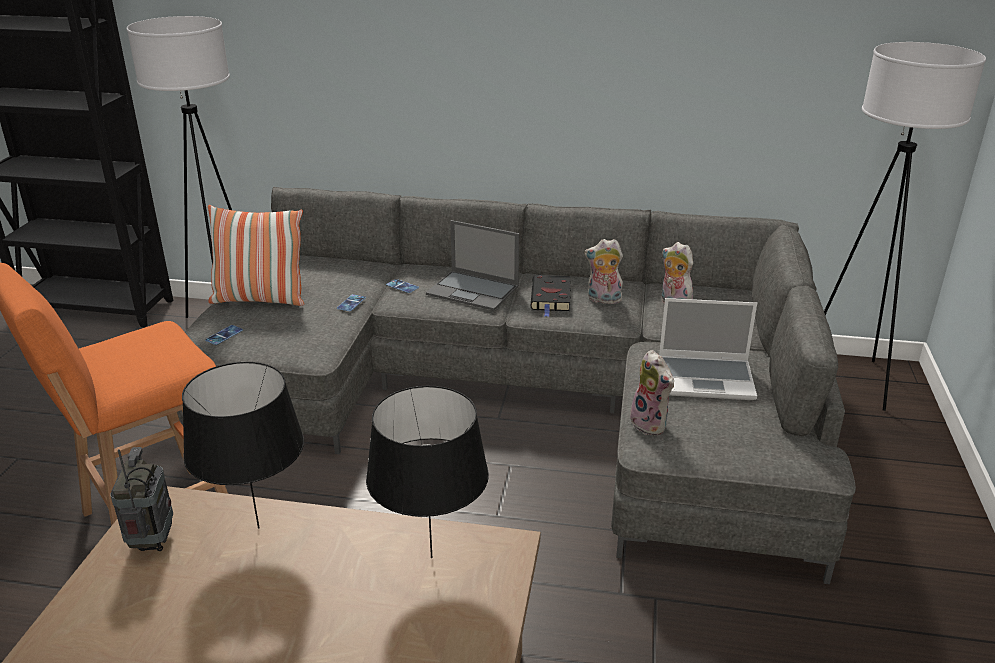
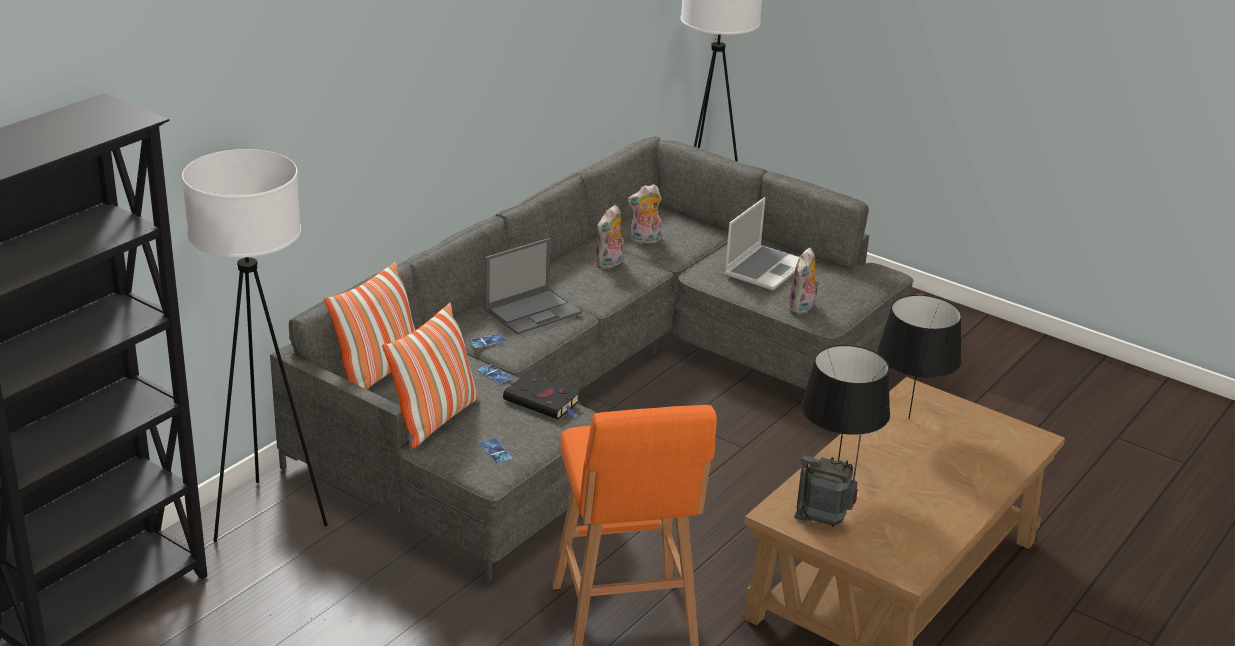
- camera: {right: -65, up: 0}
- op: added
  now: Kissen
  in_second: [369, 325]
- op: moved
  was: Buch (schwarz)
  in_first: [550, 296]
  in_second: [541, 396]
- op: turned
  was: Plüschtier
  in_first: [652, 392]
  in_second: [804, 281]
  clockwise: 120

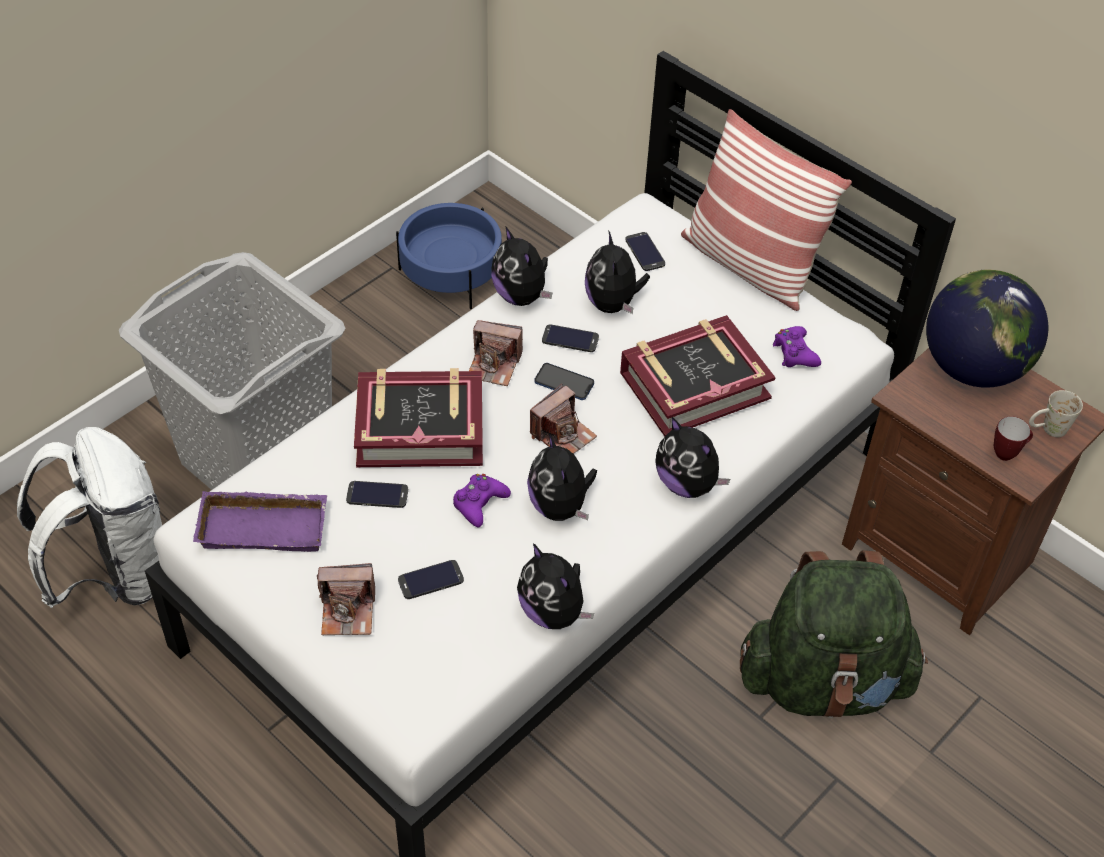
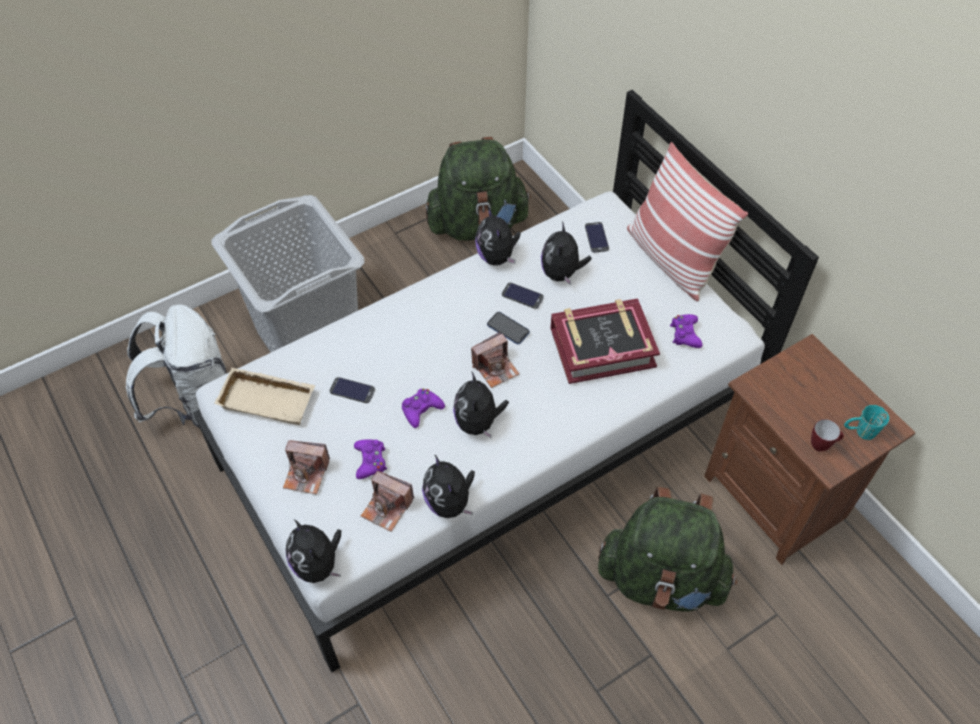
- camera: {right: 15, up: 5}
- op: recoloured
  was: Tablett (lila)
  now: Tablett (beige)
  in_first: [260, 521]
  in_second: [264, 396]
- op: moved
  was: Plüschtier
  in_first: [693, 457]
  in_second: [313, 551]
- op: replaced
  was: Handy
  now: Gamepad (lila)
  in_first: [431, 579]
  in_second: [370, 459]
- op: moved
  was: Kamera
  in_first: [496, 353]
  in_second: [387, 501]
- op: replaced
  was: Pflanzkübel (blau)
  now: Rucksack (grün)
  in_first: [449, 256]
  in_second: [478, 189]
- op: recoloured
  was: Henkelbecher (weiß)
  now: Henkelbecher (türkis)
  in_first: [1056, 413]
  in_second: [866, 422]
- op: removed
  was: Buch
  in_first: [418, 417]
- op: removed
  was: Globus
  in_first: [987, 328]

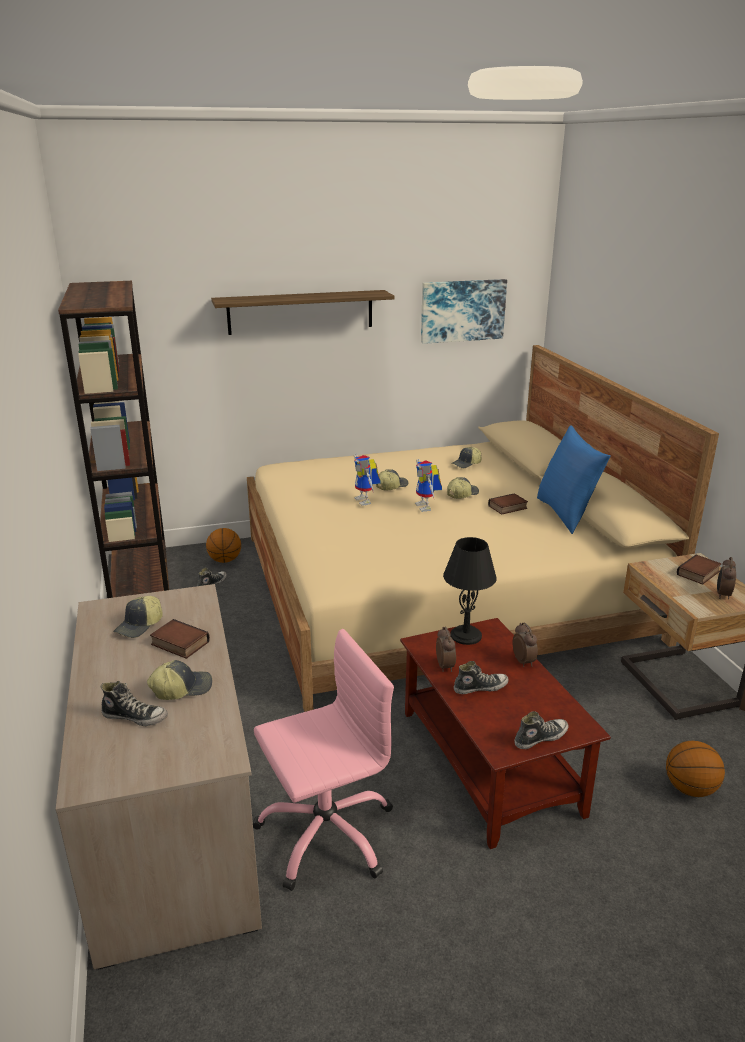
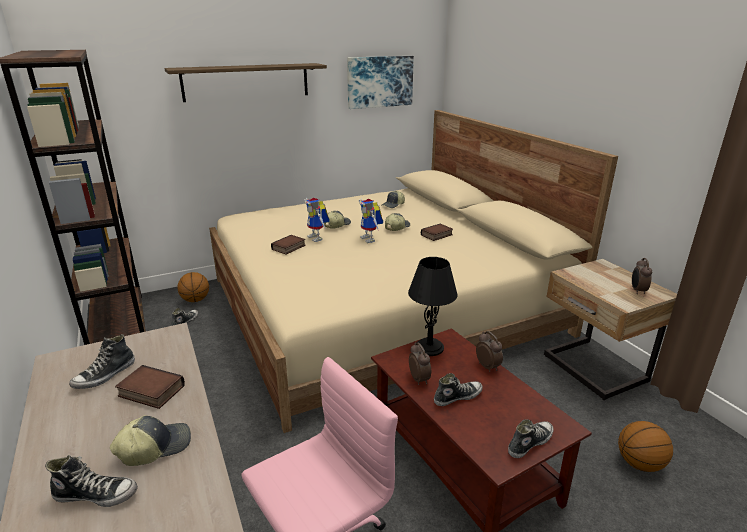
- camera: {right: -10, up: 0}
- op: replaced
  was: Kappe
  now: Schuh
  in_first: [138, 617]
  in_second: [102, 361]
- op: moved
  was: Buch
  in_first: [699, 570]
  in_second: [288, 244]
- op: removed
  was: Kissen (blau)
  in_first: [574, 479]

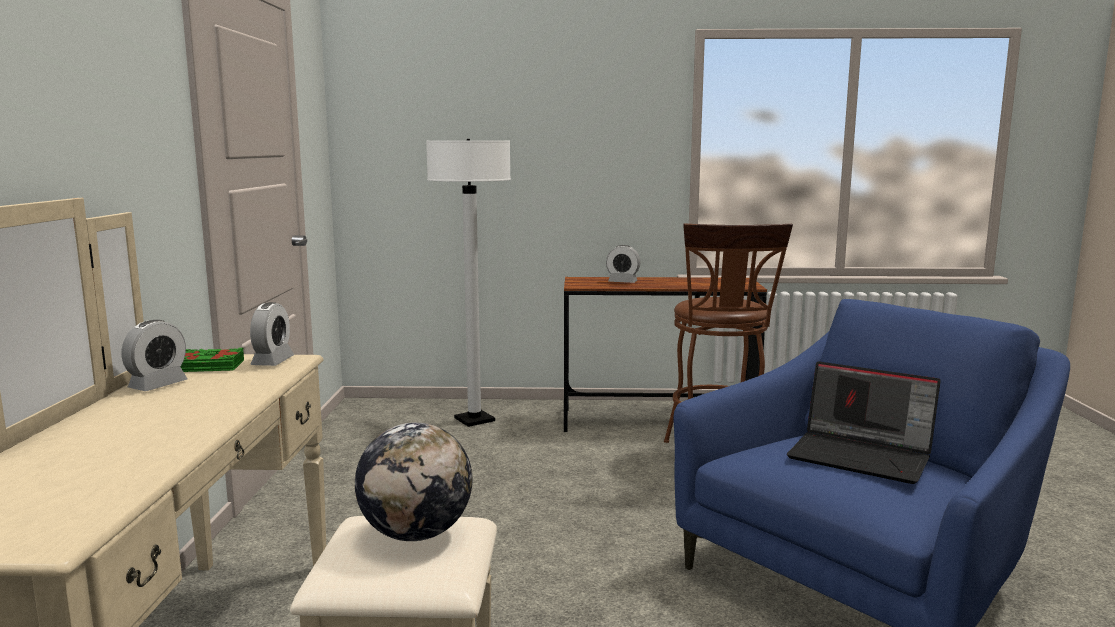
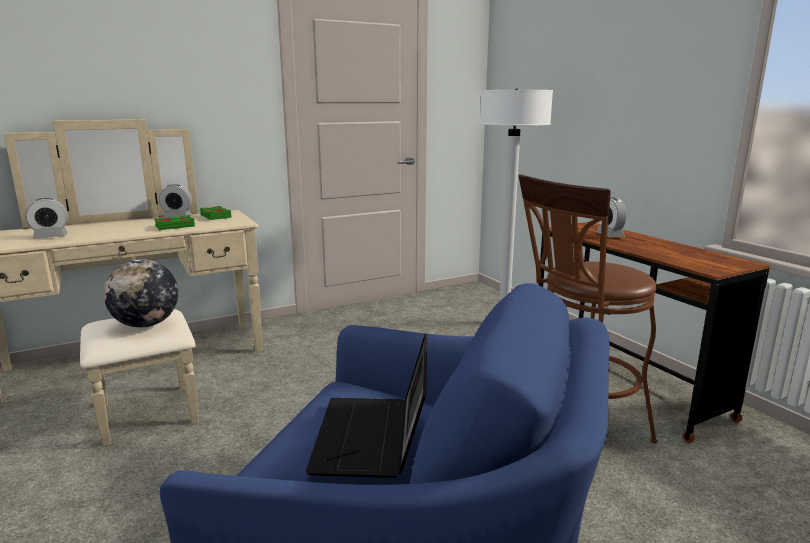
- camera: {right: 60, up: 5}
- op: moved
  was: Wecker
  in_first: [272, 334]
  in_second: [46, 218]
- op: added
  now: Buch (grün)
  in_second: [174, 222]

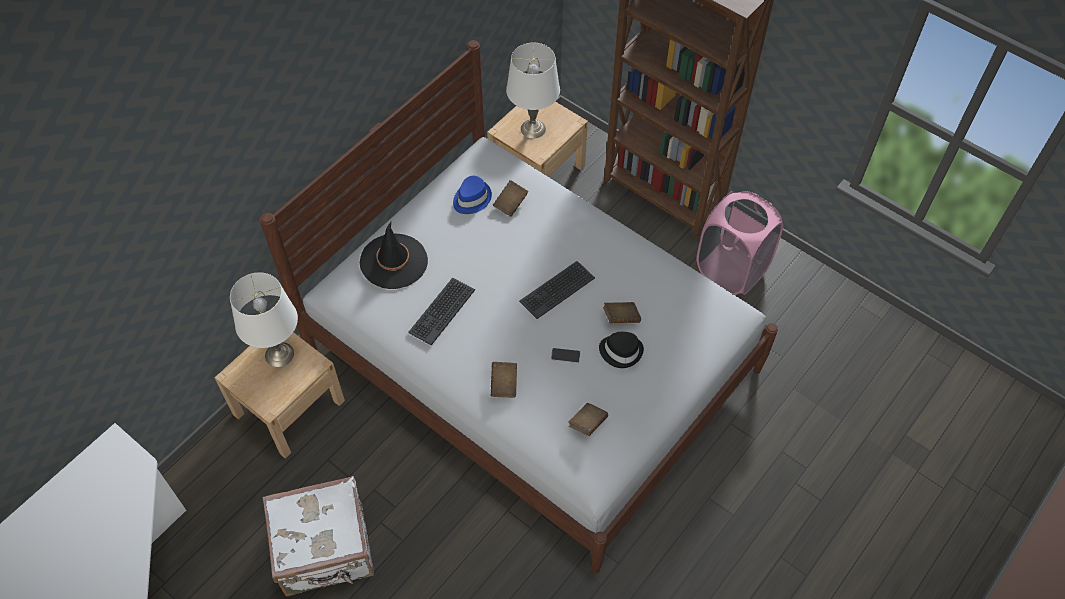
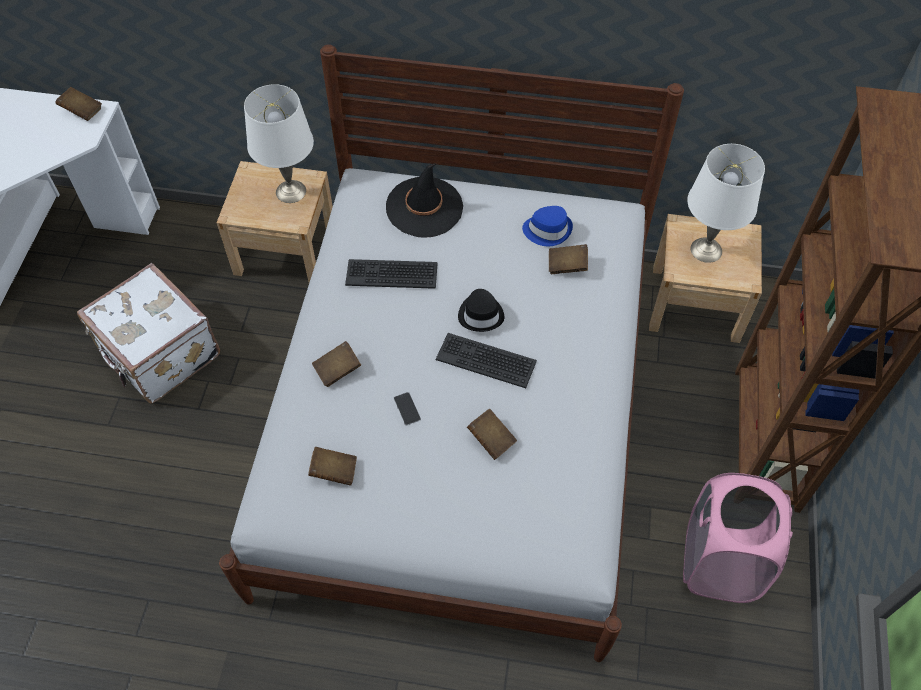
- camera: {right: 60, up: 0}
- op: added
  now: Buch (braun)
  in_second: [78, 104]
- op: moved
  was: Hut (schwarz)
  in_first: [621, 350]
  in_second: [481, 310]

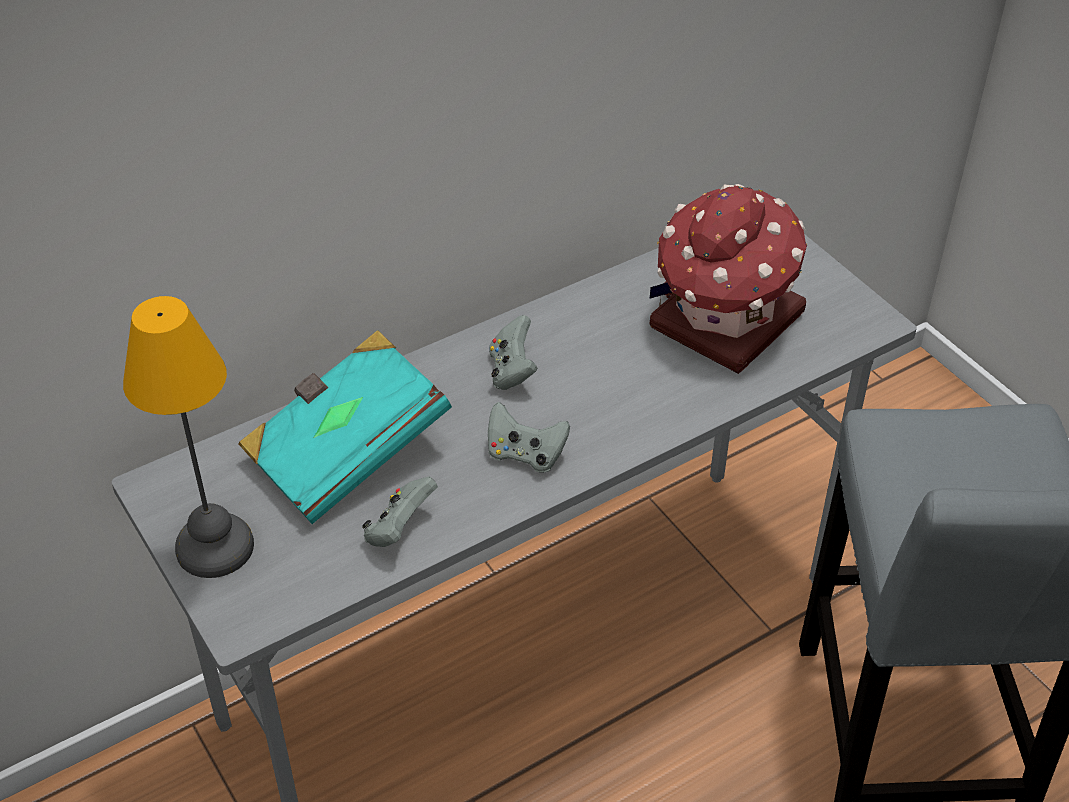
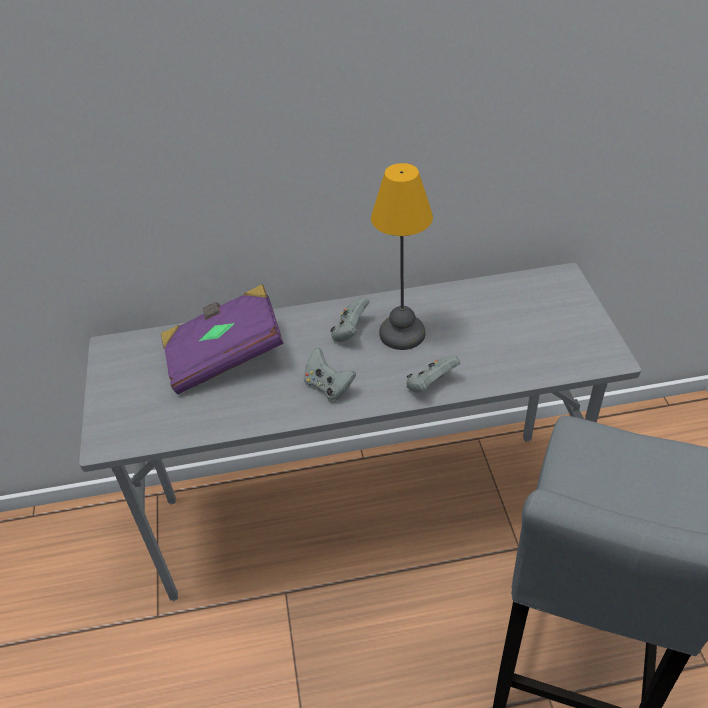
- camera: {right: 25, up: 0}
- op: recoloured
  was: Buch (türkis)
  now: Buch (lila)
  in_first: [345, 427]
  in_second: [222, 339]
- op: moved
  was: Tischlampe
  in_first: [188, 437]
  in_second: [402, 256]
- op: moved
  was: Gamepad (grau)
  in_first: [400, 512]
  in_second: [433, 374]
- op: removed
  was: Spielzeughaus
  in_first: [728, 279]

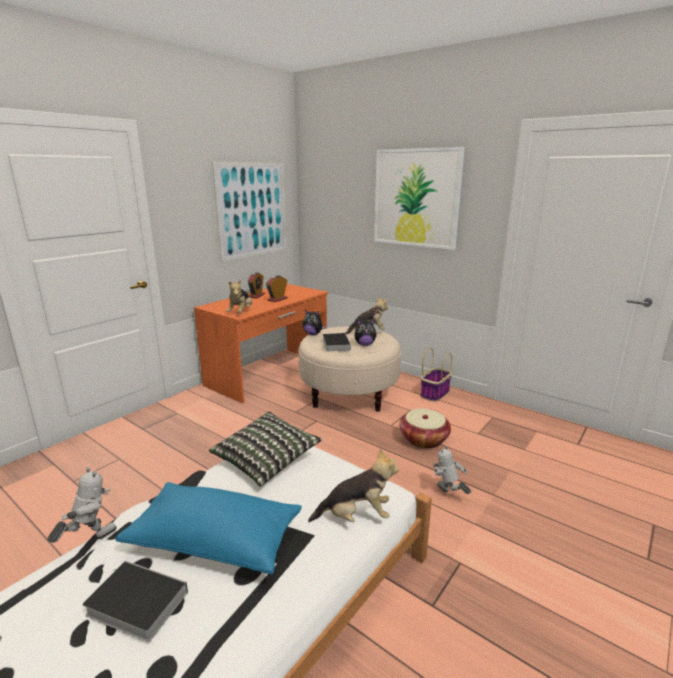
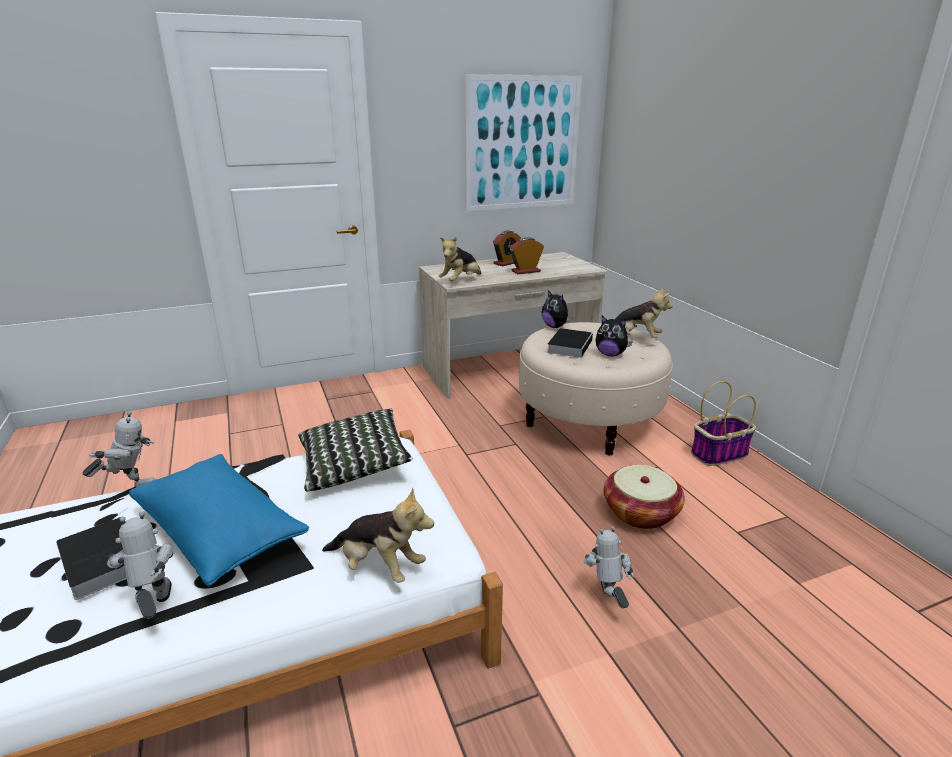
- camera: {right: 30, up: 5}
- op: added
  now: Spielzeugroboter
  in_second: [140, 565]
- op: recoloured
  was: Schreibtisch (orange)
  now: Schreibtisch (beige)
  in_first: [261, 344]
  in_second: [513, 325]
- op: removed
  was: Bild
  in_first: [419, 198]

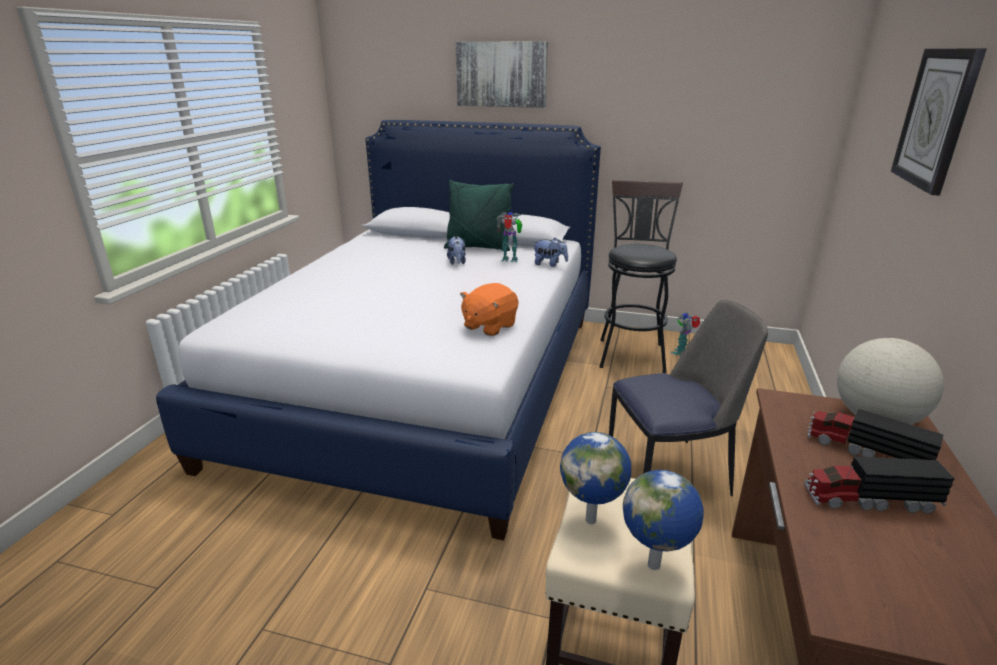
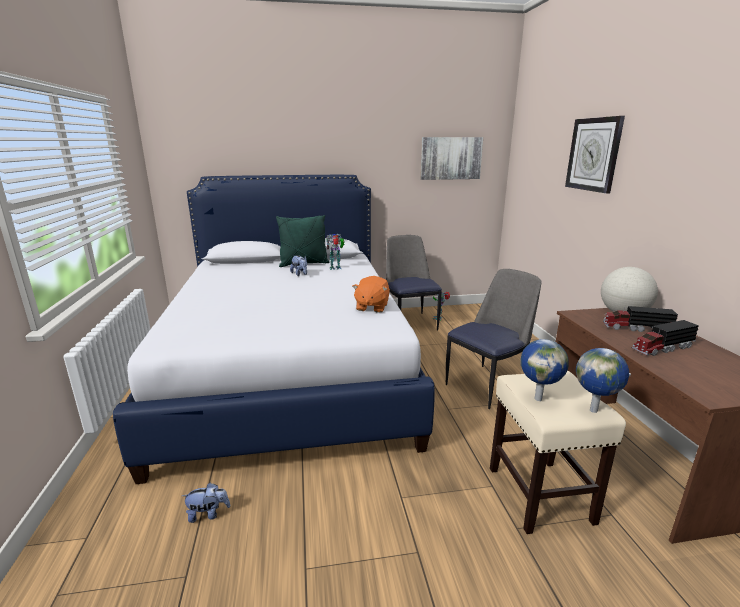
- camera: {right: -25, up: -5}
- op: moved
  was: Plüschtier
  in_first: [550, 252]
  in_second: [206, 503]
- op: replaced
  was: Hocker (schwarz)
  now: Stuhl
  in_first: [641, 276]
  in_second: [414, 283]
- op: moved
  was: Bild
  in_first: [502, 74]
  in_second: [451, 158]

